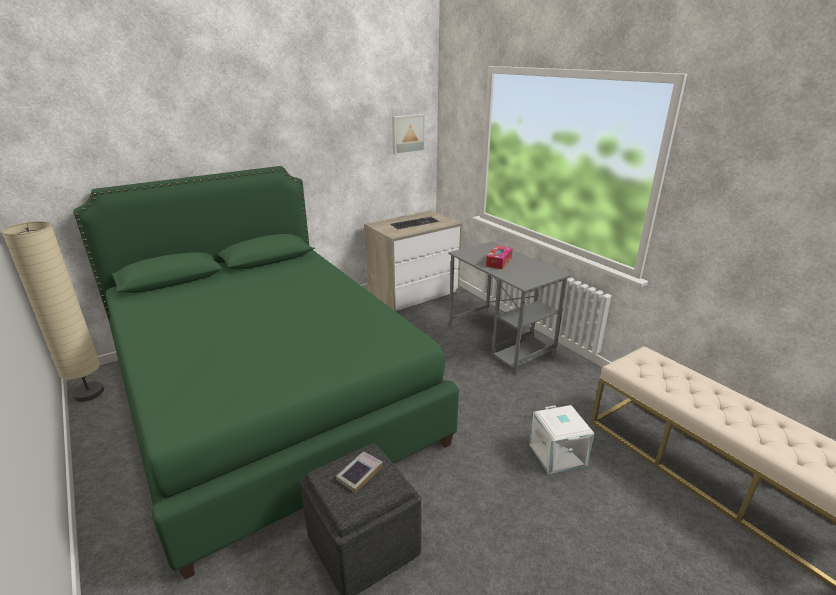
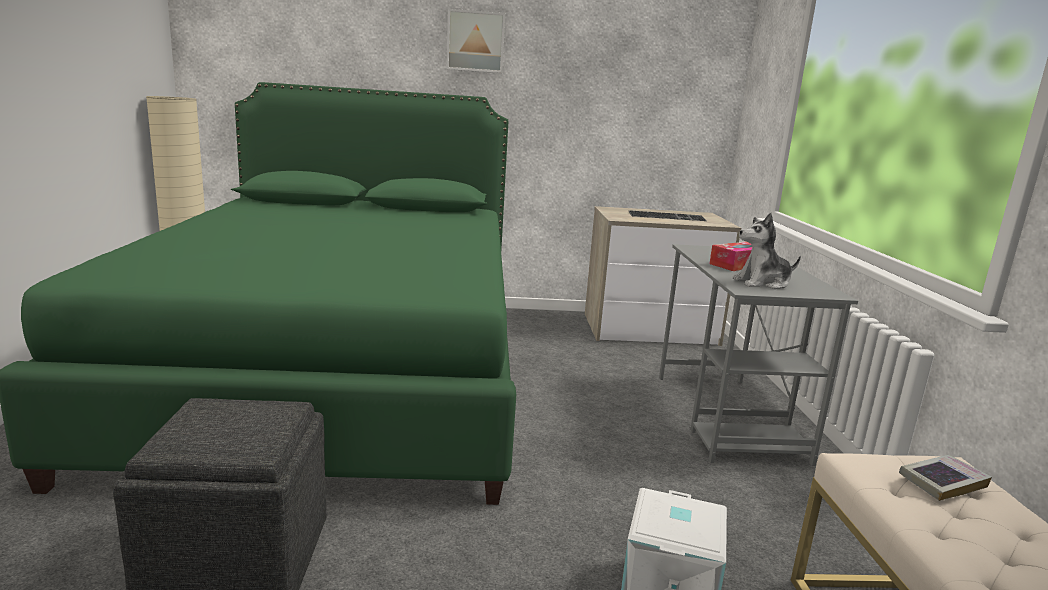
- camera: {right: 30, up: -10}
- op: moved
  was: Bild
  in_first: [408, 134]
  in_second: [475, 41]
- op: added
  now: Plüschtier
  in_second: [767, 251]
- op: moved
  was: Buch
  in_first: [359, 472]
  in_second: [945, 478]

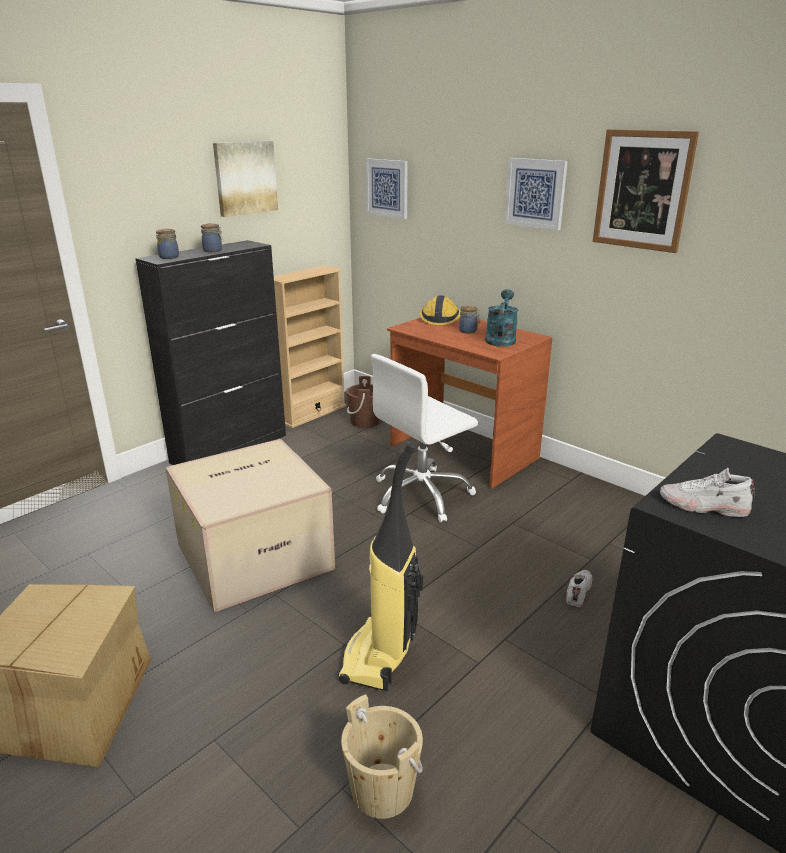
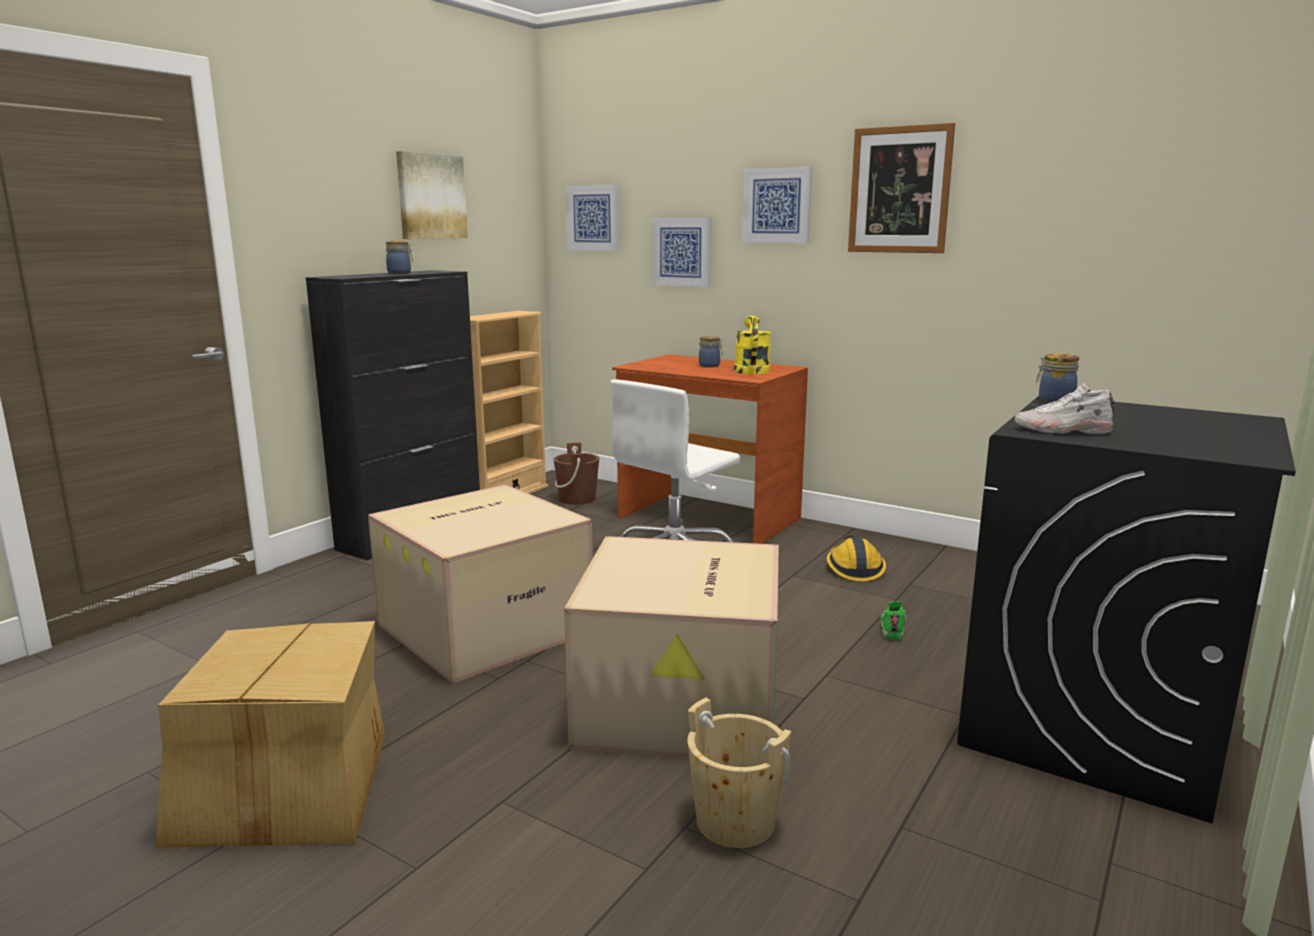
- camera: {right: -10, up: -10}
- op: replaced
  was: Staubsauger
  now: Karton
  in_first: [380, 566]
  in_second: [671, 647]
- op: added
  now: Bild
  in_second: [681, 252]
- op: recoloured
  was: Gießkanne (türkis)
  now: Gießkanne (gelb)
  in_first: [502, 318]
  in_second: [752, 344]
- op: moved
  was: Schutzhelm
  in_first: [440, 310]
  in_second: [856, 558]
- op: recoloured
  was: Schuh (weiß)
  now: Schuh (grün)
  in_first: [579, 588]
  in_second: [893, 620]
- op: moved
  was: Vorratsglas
  in_first: [167, 244]
  in_second: [1057, 378]

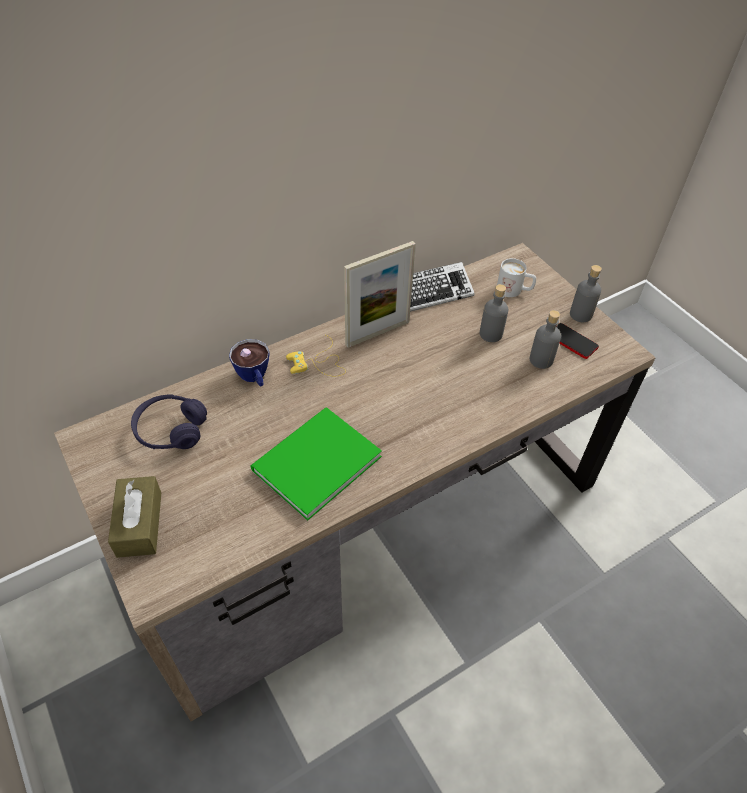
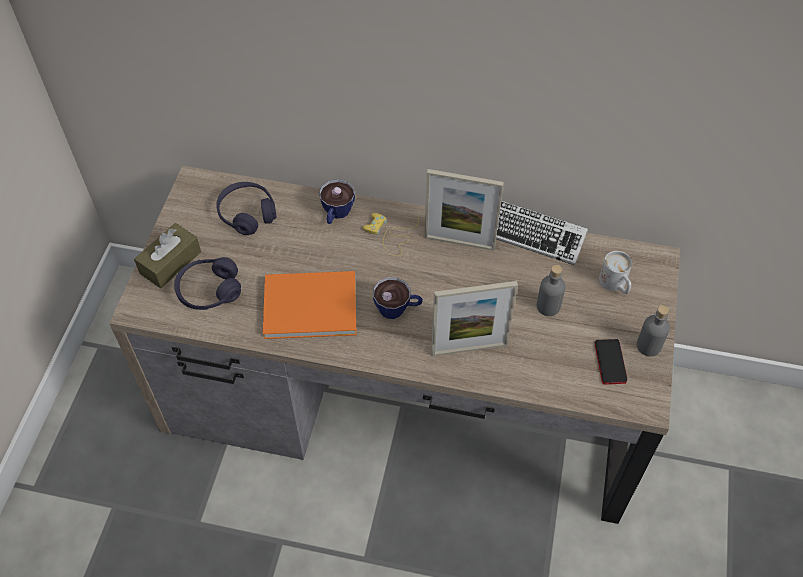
- camera: {right: 45, up: 5}
- op: added
  now: Kopfhörer (lila)
  in_second: [207, 283]
- op: recoloured
  was: Buch (grün)
  now: Buch (orange)
  in_first: [316, 464]
  in_second: [310, 305]
- op: added
  now: Tasse
  in_second: [398, 298]
- op: added
  now: Bilderrahmen
  in_second: [474, 318]
- op: removed
  was: Flasche (grau)
  in_first: [545, 339]

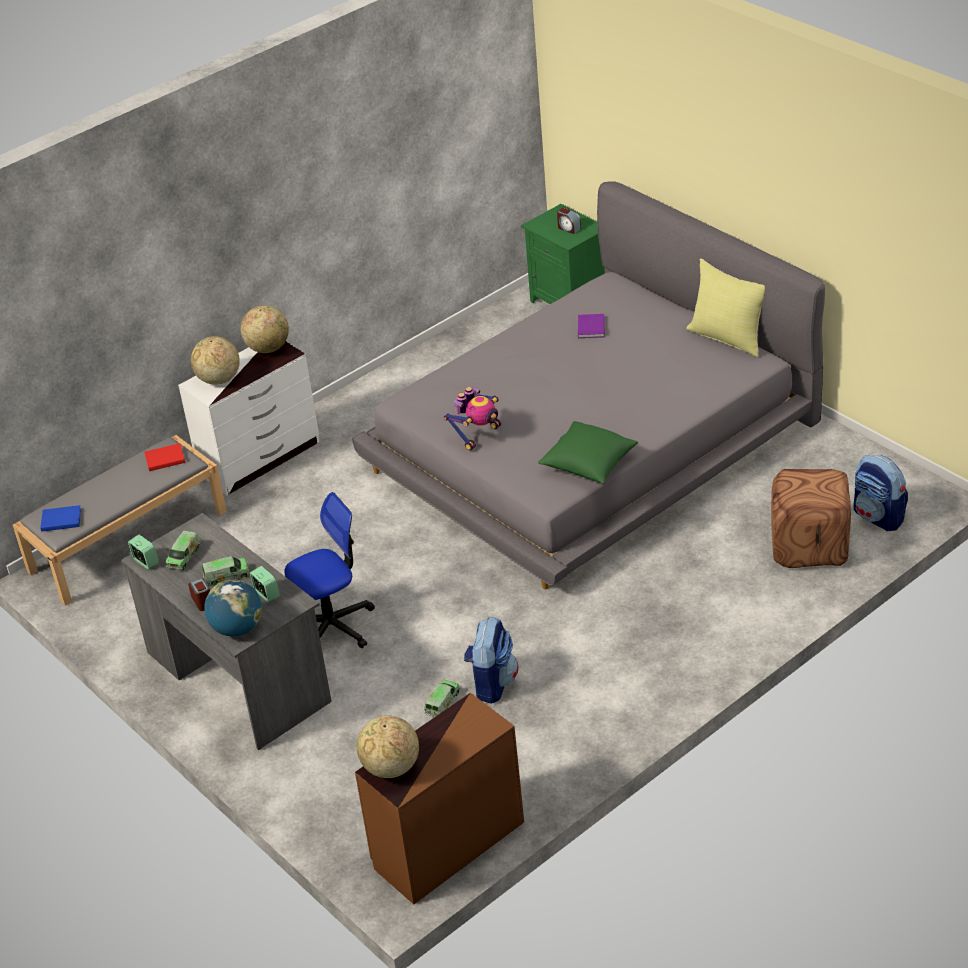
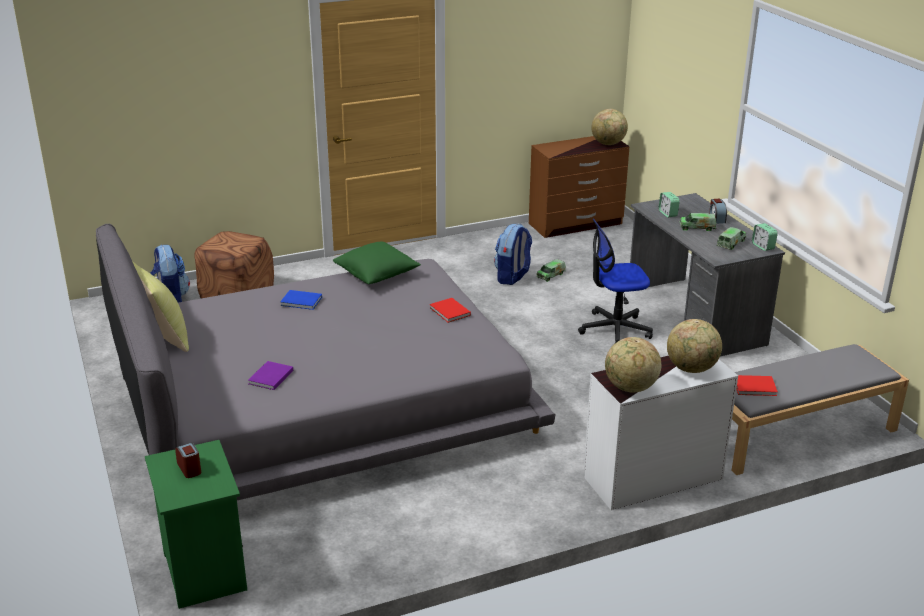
- camera: {right: -165, up: -10}
- op: moved
  was: Buch (blau)
  in_first: [60, 518]
  in_second: [301, 300]
- op: replaced
  was: Spielzeugroboter
  now: Buch (rot)
  in_first: [472, 419]
  in_second: [450, 310]
- op: removed
  was: Globus
  in_first: [233, 607]

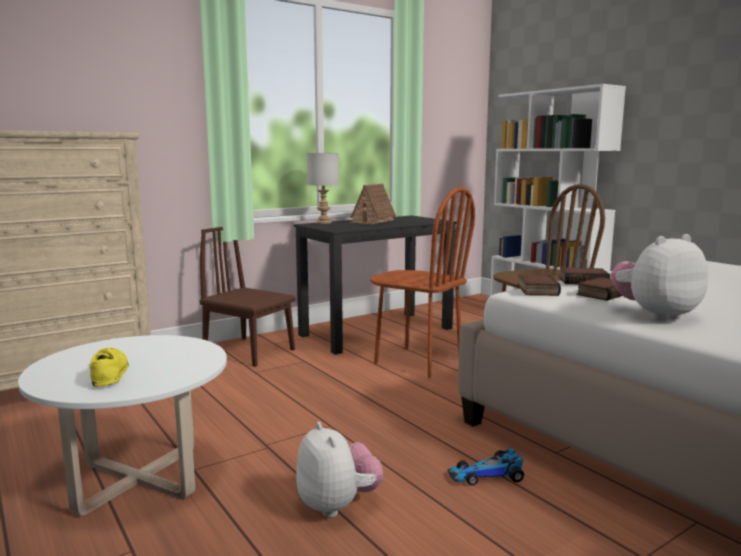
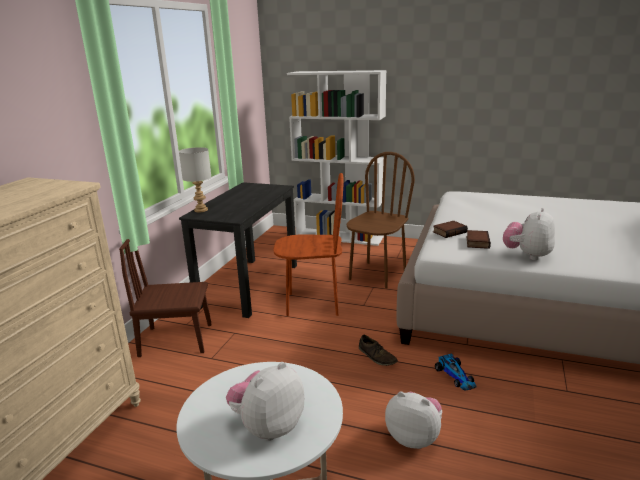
- camera: {right: -35, up: 10}
- op: replaced
  was: Schuh (gelb)
  now: Plüschtier
  in_first: [109, 367]
  in_second: [265, 401]
- op: added
  now: Schuh (braun)
  in_second: [378, 350]
- op: turned
  was: Spielzeugauto
  in_first: [485, 466]
  in_second: [456, 372]
  clockwise: -60
- op: removed
  was: Spielzeughaus
  in_first: [372, 203]
- op: removed
  was: Buch
  in_first: [539, 285]

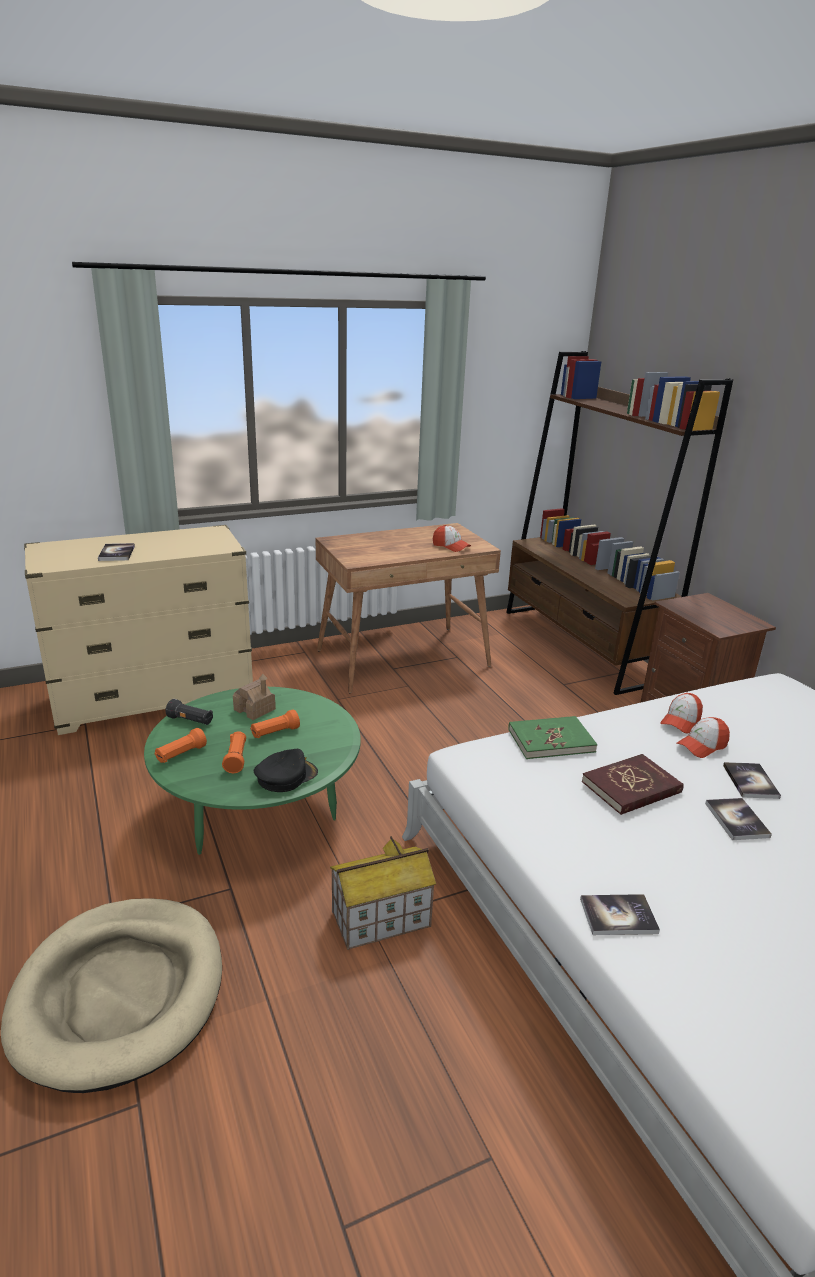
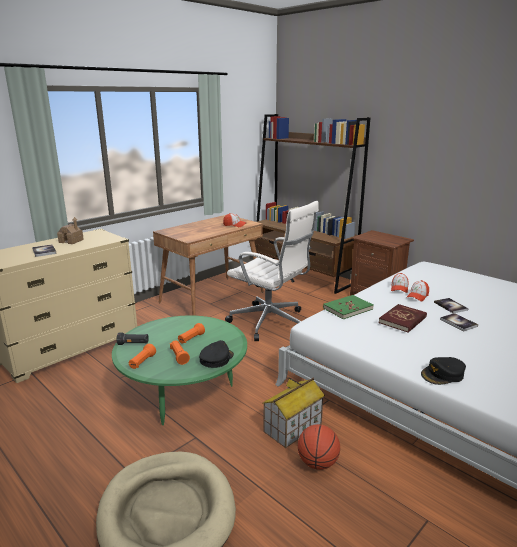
- camera: {right: -20, up: -5}
- op: moved
  was: Spielzeughaus
  in_first: [254, 697]
  in_second: [70, 230]
- op: added
  now: Bürostuhl (weiß)
  in_second: [272, 271]
- op: added
  now: Basketball
  in_second: [319, 447]
- op: replaced
  was: Buch
  now: Kappe (schwarz)
  in_first: [620, 914]
  in_second: [443, 371]

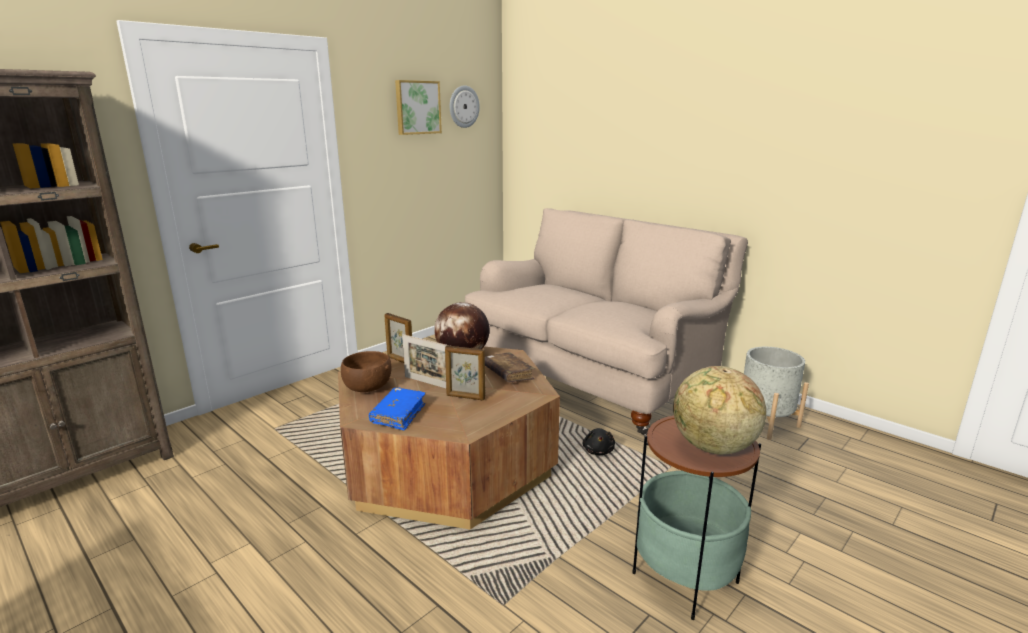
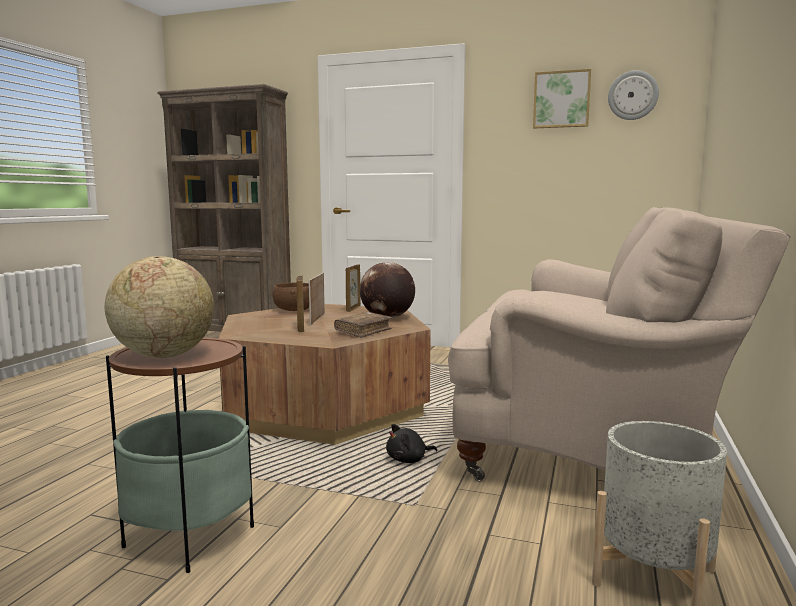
- camera: {right: 65, up: -10}
- op: removed
  was: Buch (blau)
  in_first: [397, 408]

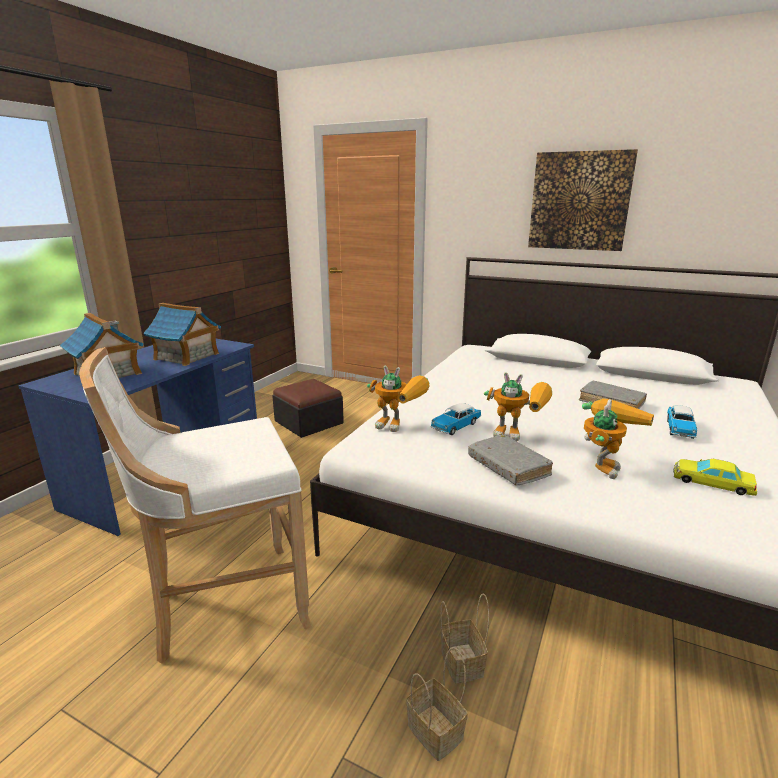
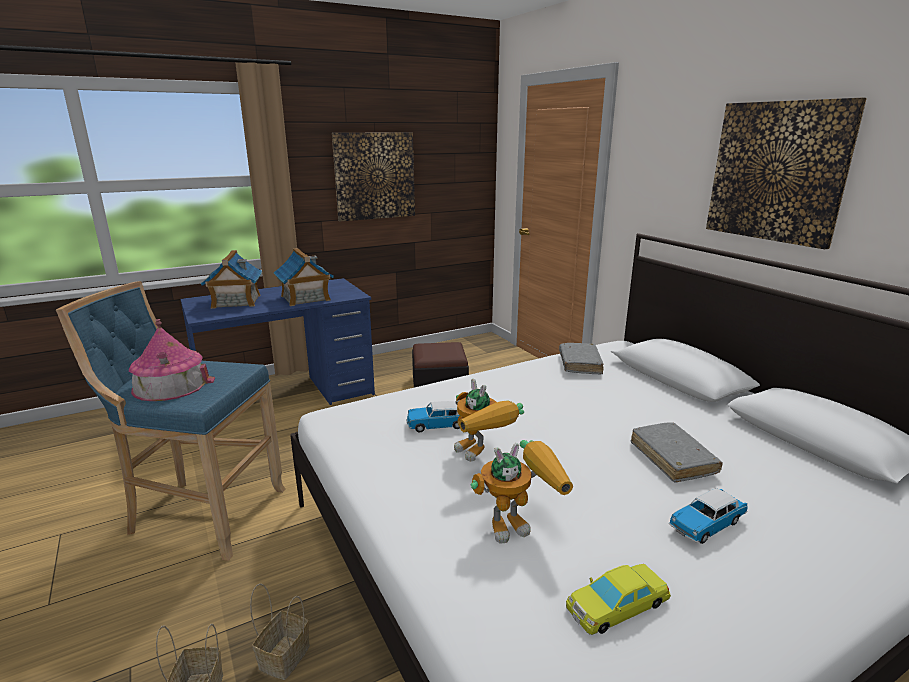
- camera: {right: 35, up: 0}
- op: recoloured
  was: Hocker (weiß)
  now: Hocker (blau)
  in_first: [195, 505]
  in_second: [170, 421]
- op: added
  now: Spielzeughaus
  in_second: [172, 360]
- op: added
  now: Bild
  in_second: [373, 176]
- op: moved
  was: Buch (grau)
  in_first: [510, 459]
  in_second: [581, 358]
- op: turned
  was: Spielzeugauto (gelb)
  in_first: [715, 477]
  in_second: [618, 599]
  clockwise: -90
- op: removed
  was: Spielzeugroboter
  in_first: [398, 398]

